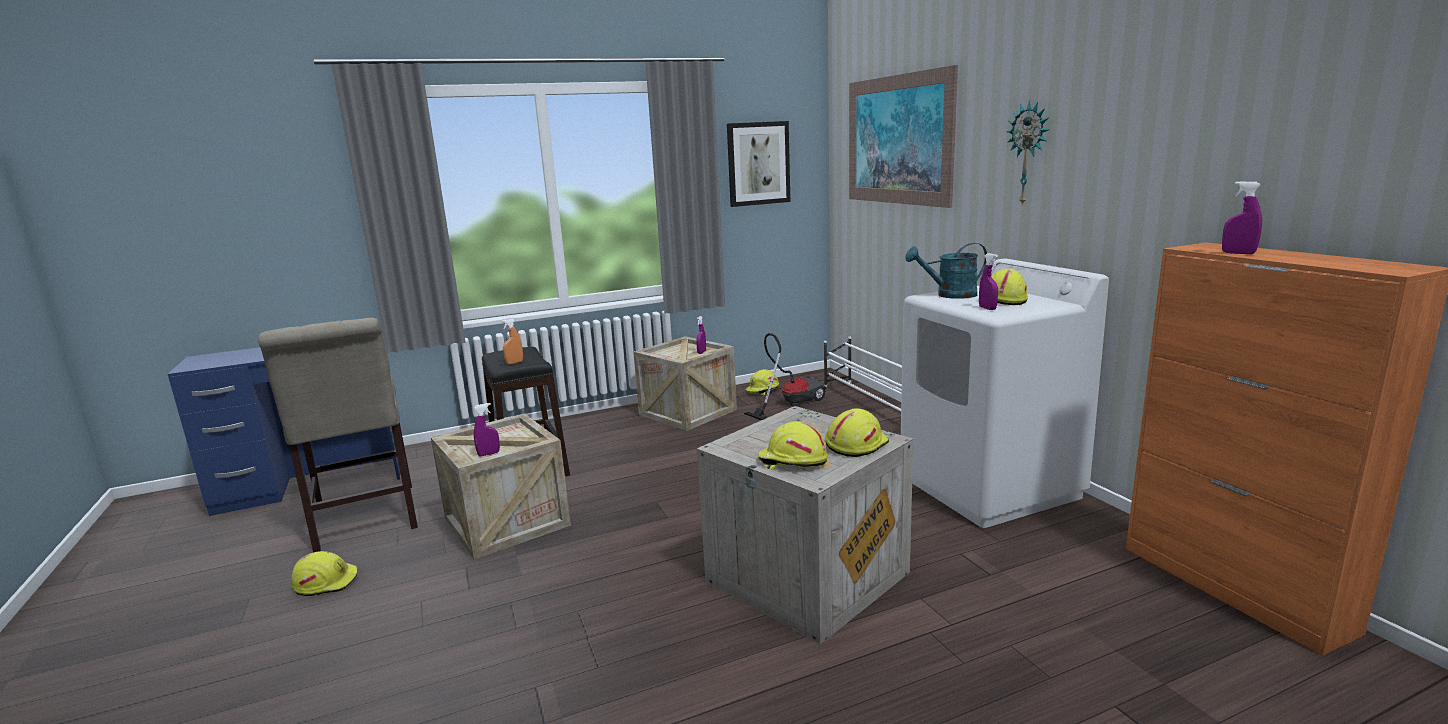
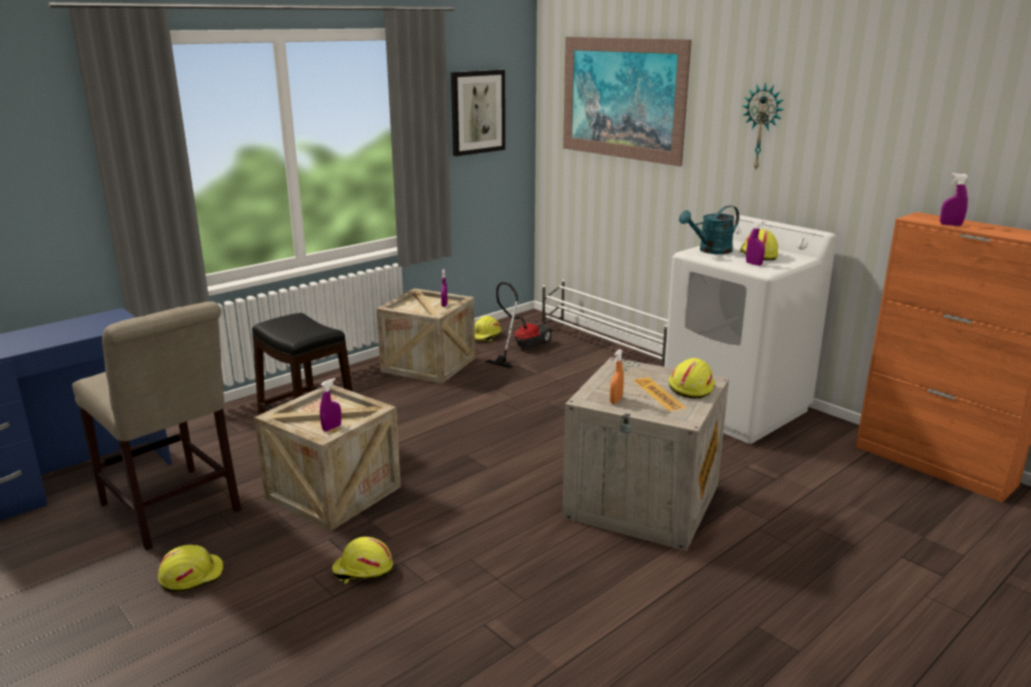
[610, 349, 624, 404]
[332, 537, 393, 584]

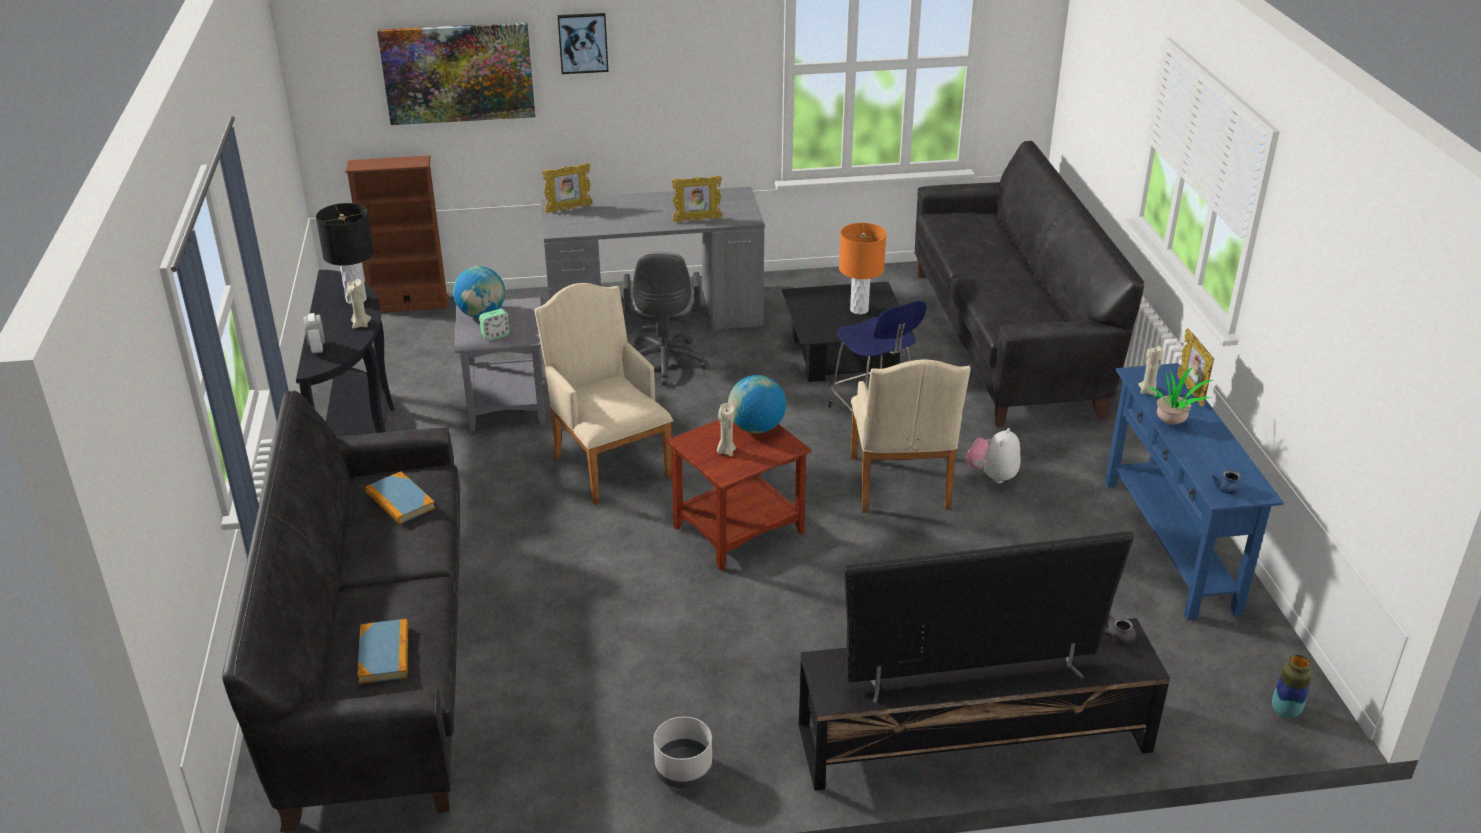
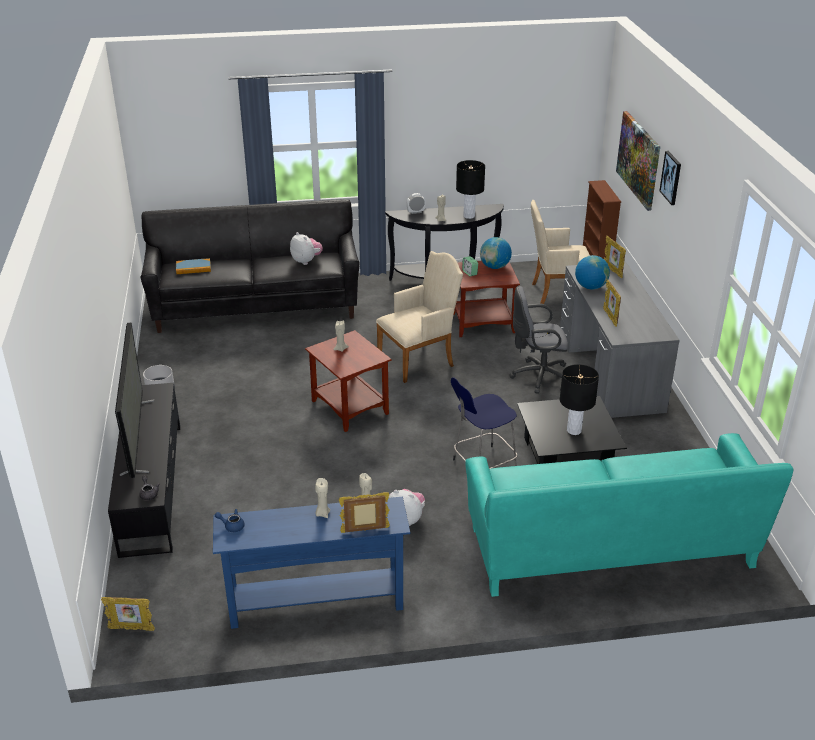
[465, 433, 794, 597]
[560, 364, 599, 435]
[454, 261, 520, 337]
[531, 200, 590, 304]
[315, 478, 330, 518]
[575, 255, 610, 290]
[290, 232, 323, 265]
[101, 597, 155, 631]

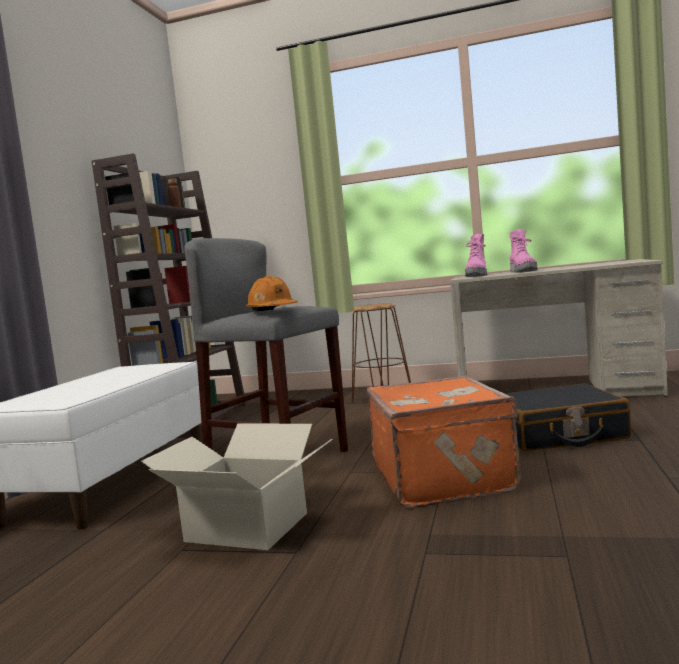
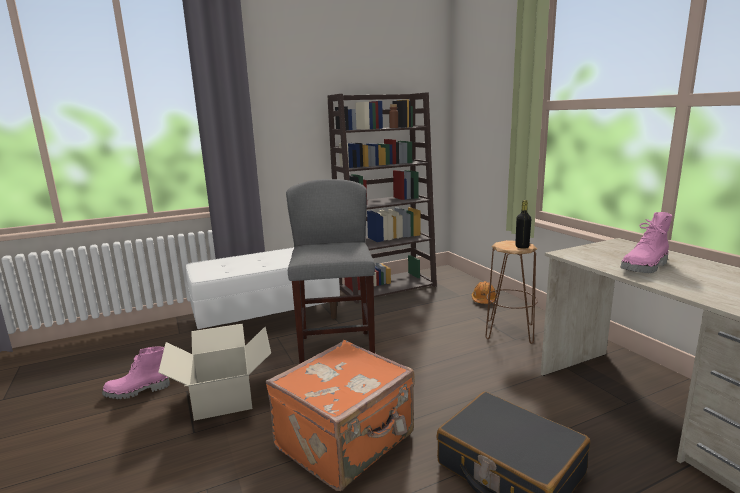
[102, 347, 170, 399]
[472, 281, 496, 304]
[515, 200, 531, 249]

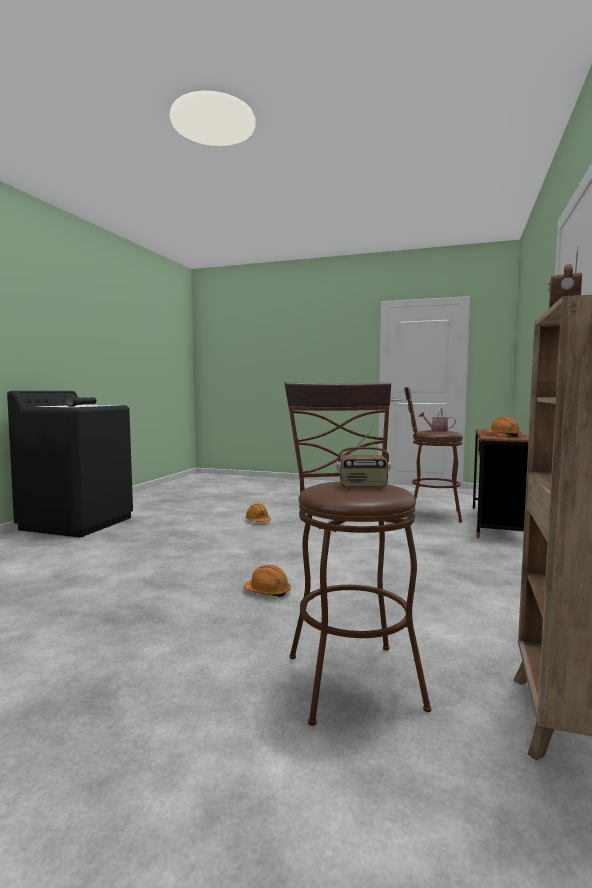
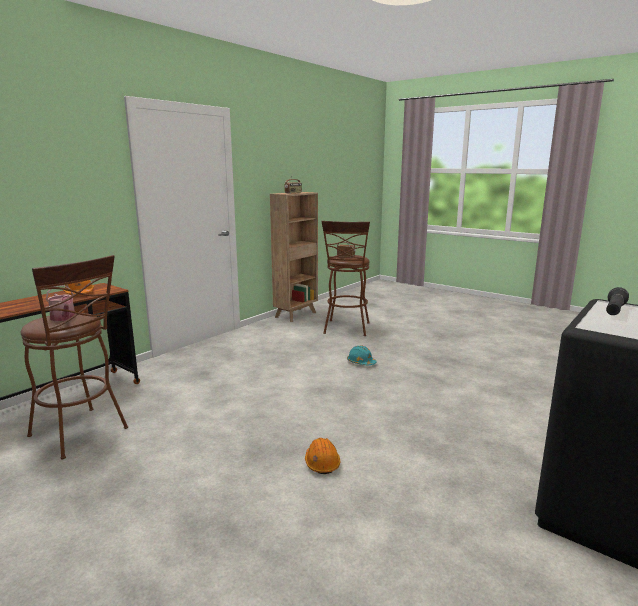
[347, 346, 377, 365]

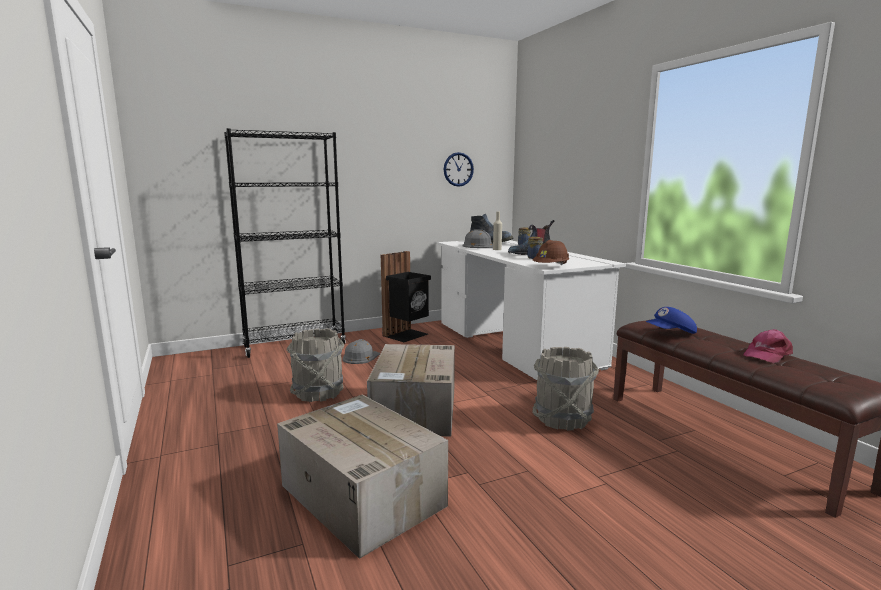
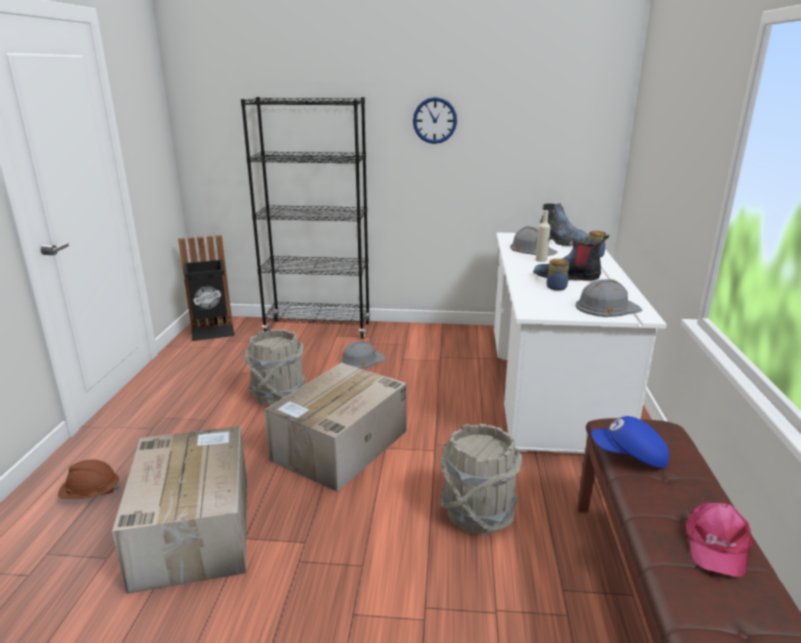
[413, 97, 457, 144]
[58, 460, 121, 499]
[178, 235, 235, 341]
[685, 503, 753, 577]
[575, 279, 642, 317]

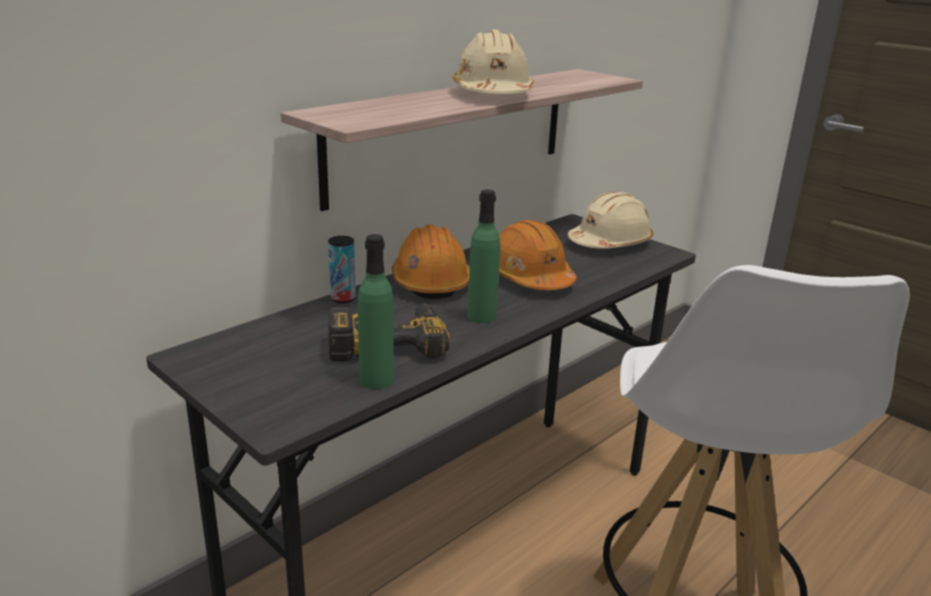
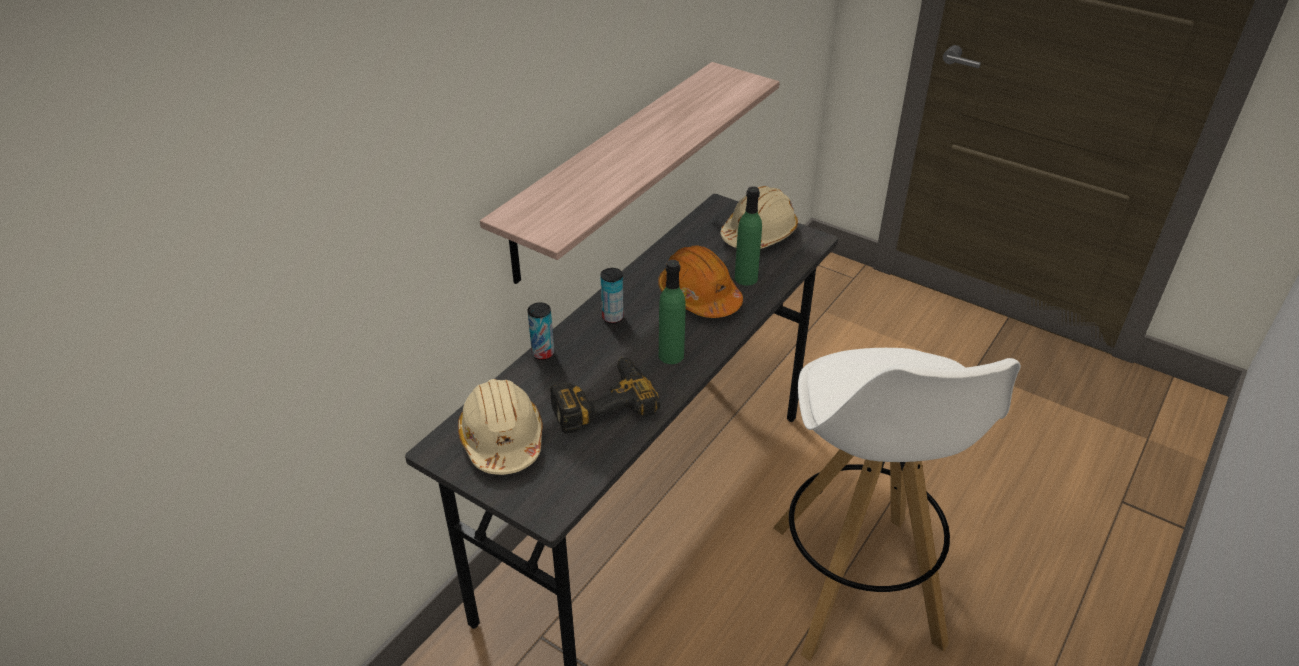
[458, 379, 542, 475]
[600, 268, 624, 324]
[735, 186, 762, 286]

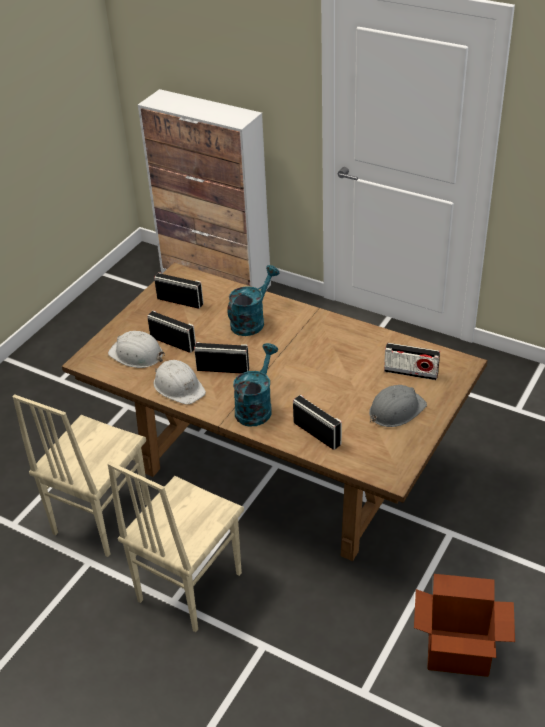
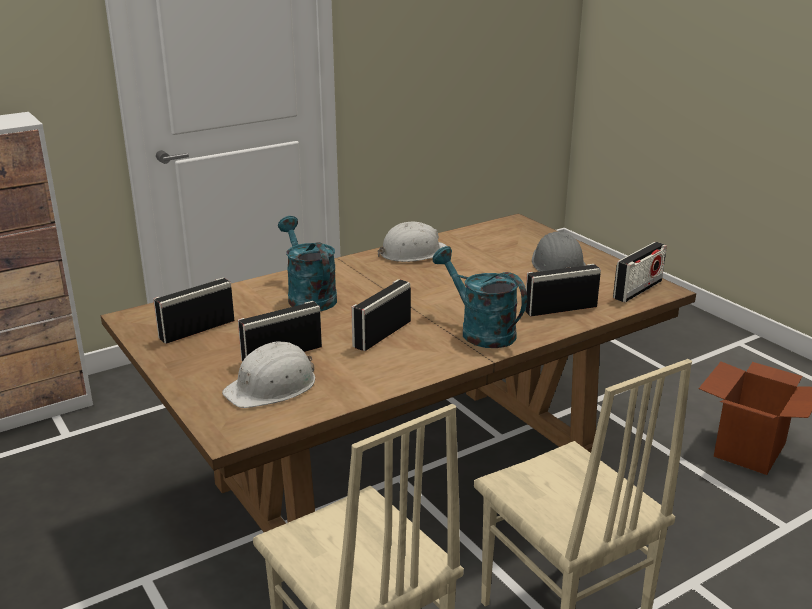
[613, 242, 667, 302]
[378, 222, 447, 262]

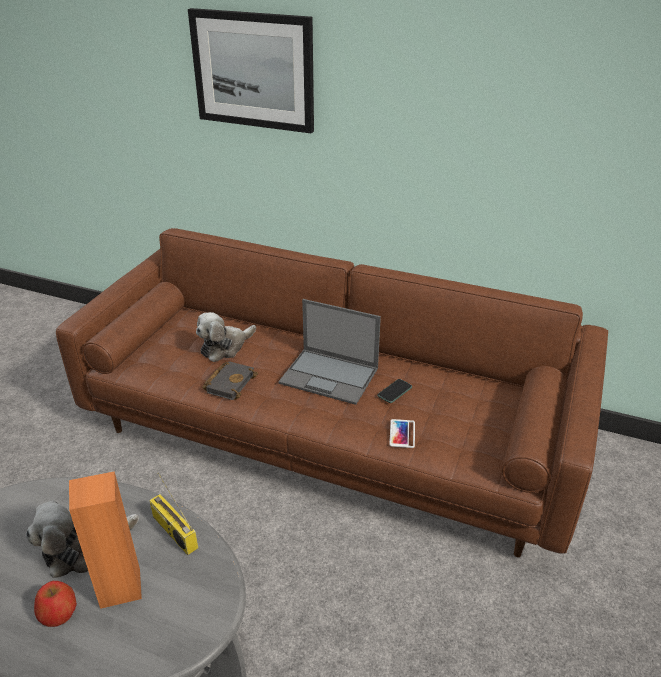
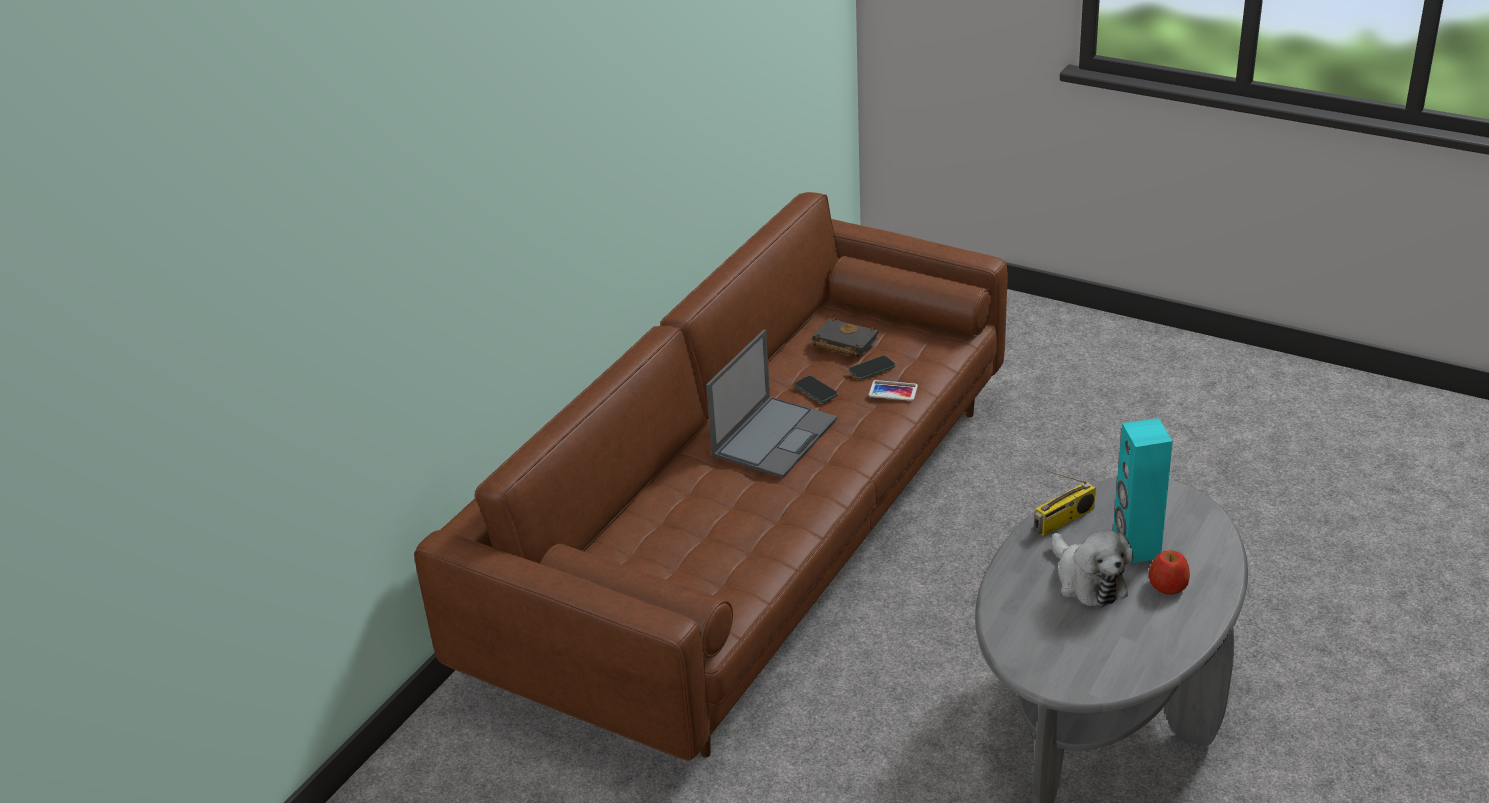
[188, 8, 314, 133] (first image)
[196, 312, 256, 362] (first image)
[812, 318, 879, 357]
[1113, 418, 1173, 563]
[848, 355, 896, 380]

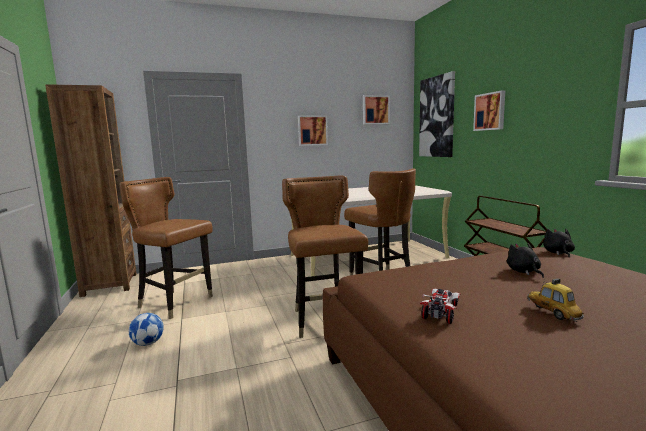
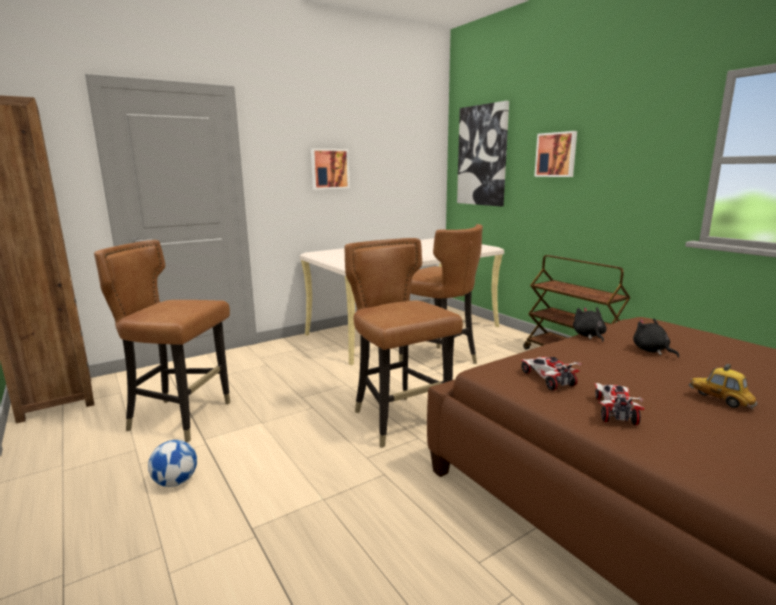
[363, 95, 390, 125] (first image)
[573, 307, 607, 342]
[521, 357, 582, 391]

